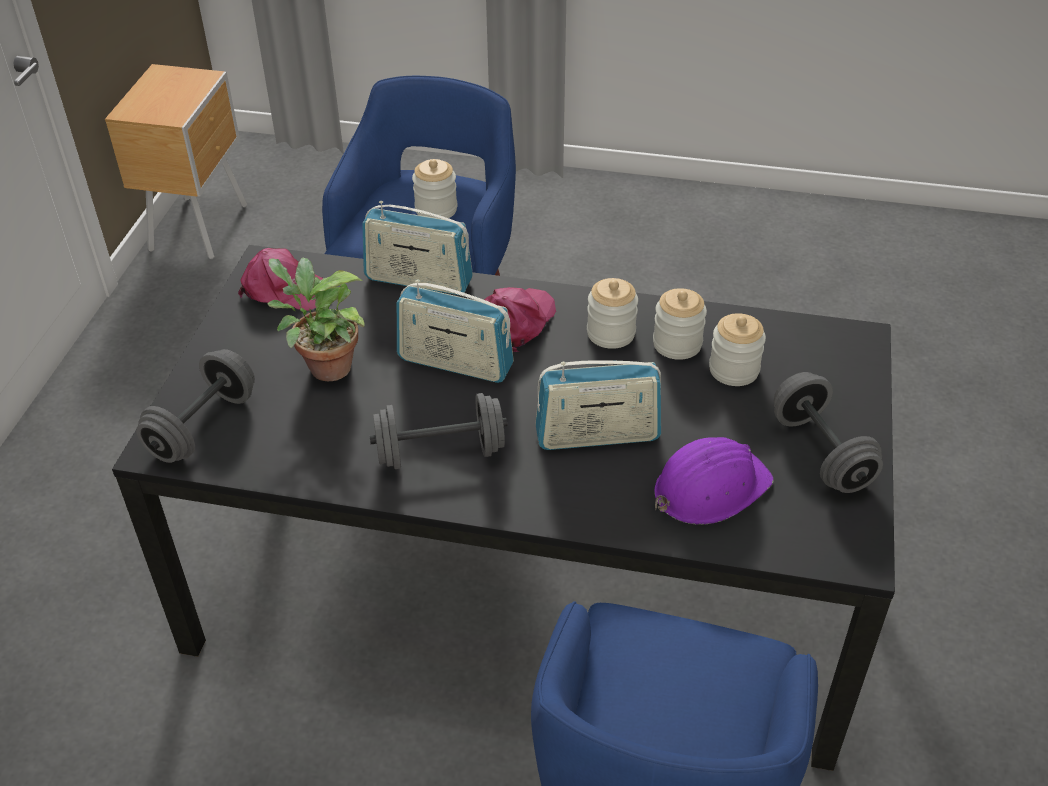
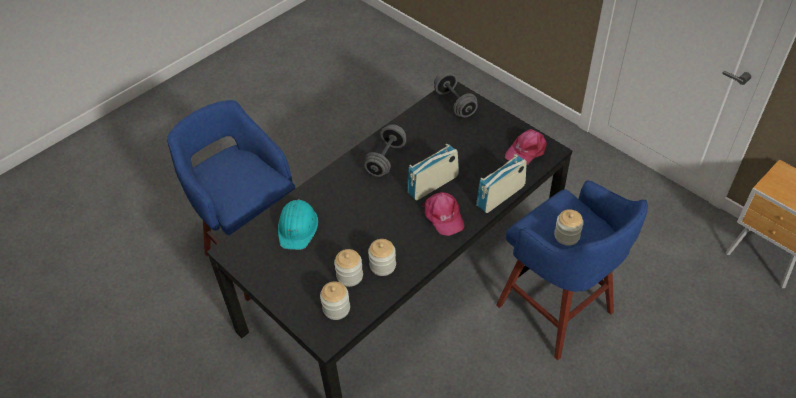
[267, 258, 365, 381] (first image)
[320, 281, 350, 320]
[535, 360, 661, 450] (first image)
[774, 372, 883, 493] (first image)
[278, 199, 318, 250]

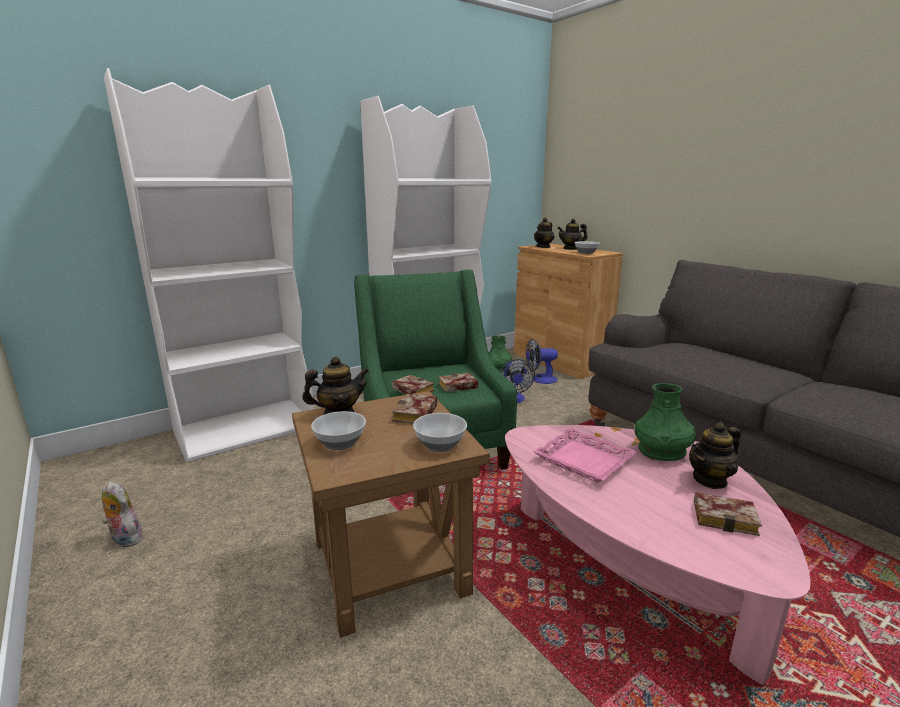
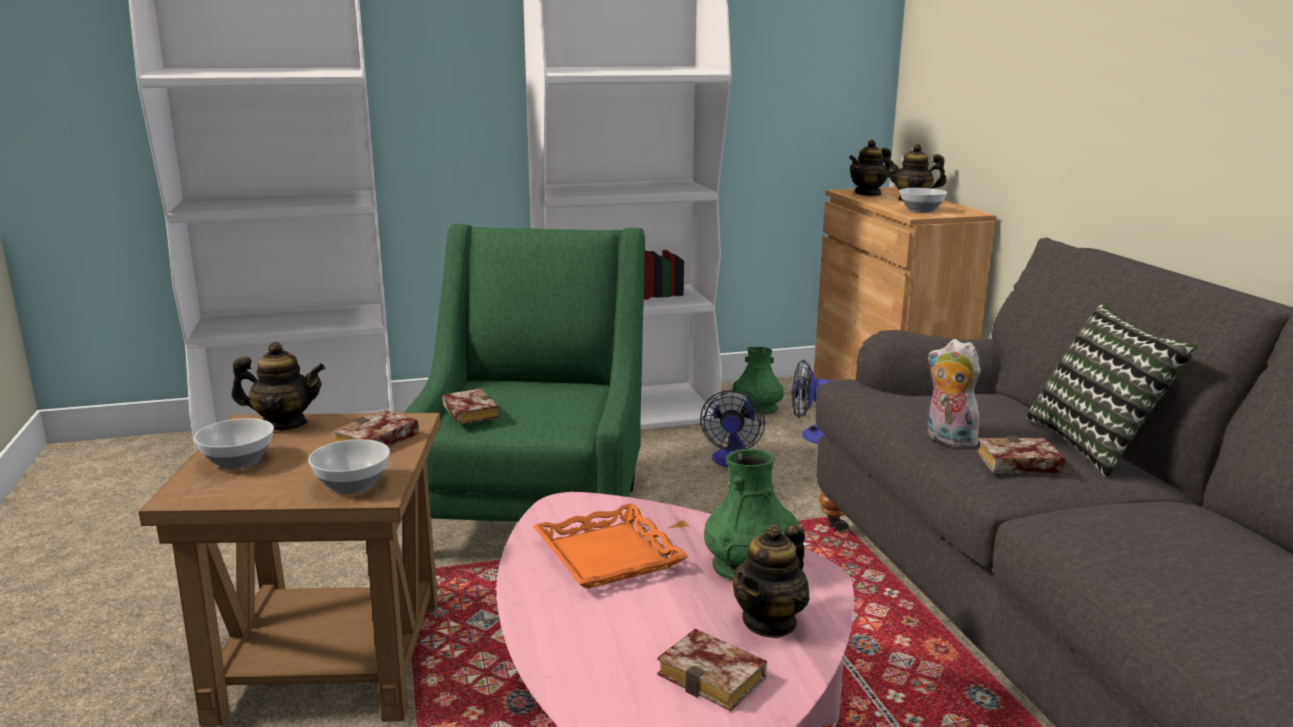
[977, 436, 1065, 473]
[733, 524, 810, 638]
[533, 503, 689, 589]
[928, 339, 981, 448]
[1026, 304, 1197, 477]

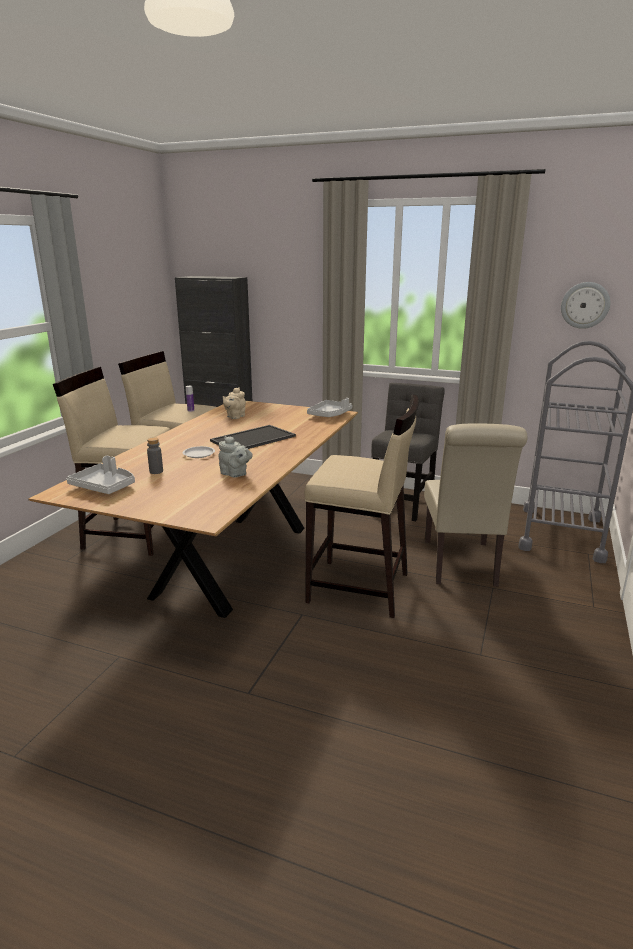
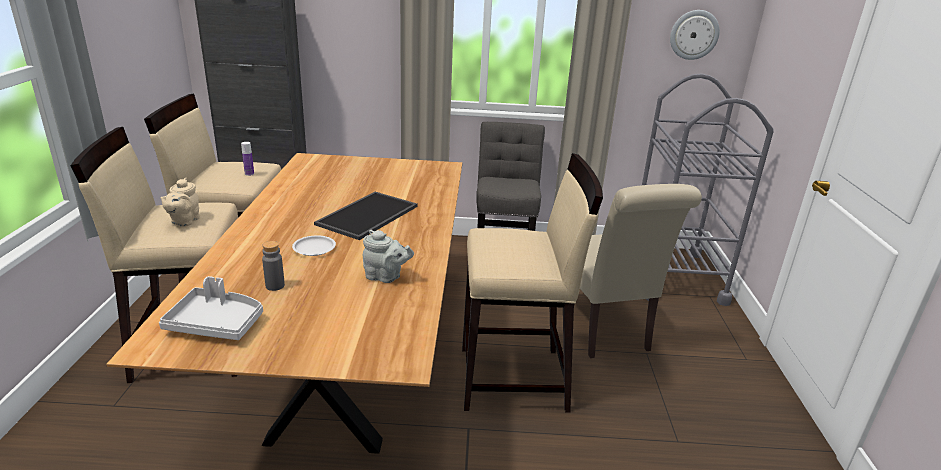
[161, 178, 200, 227]
[307, 398, 352, 417] (first image)

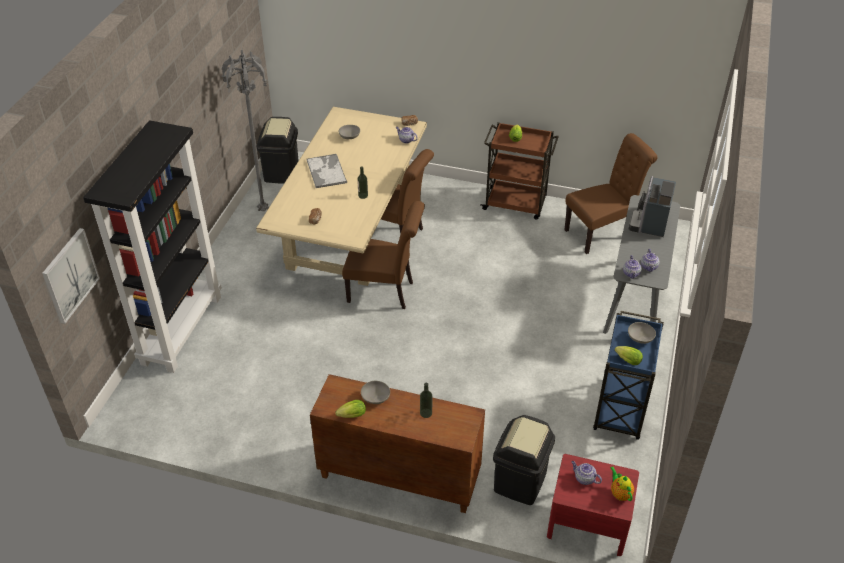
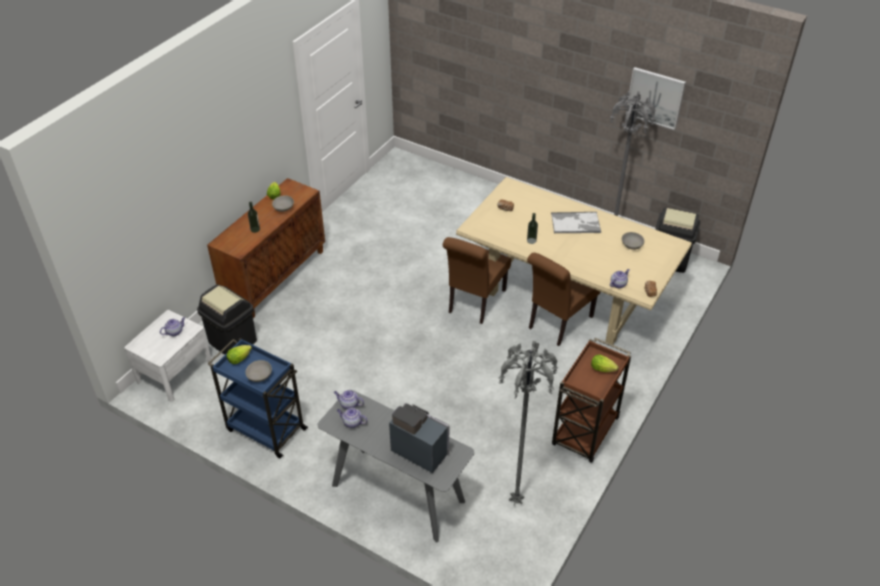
[83, 120, 222, 373] (first image)
[499, 341, 558, 506]
[626, 67, 686, 130]
[124, 310, 213, 401]
[610, 467, 634, 501] (first image)

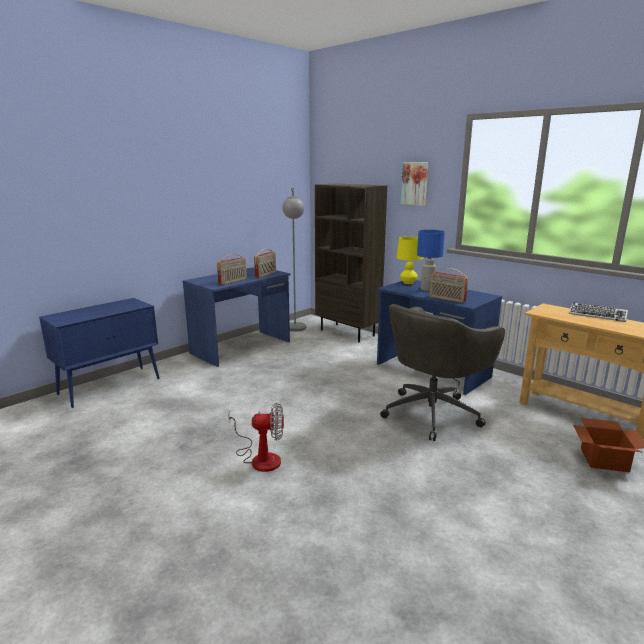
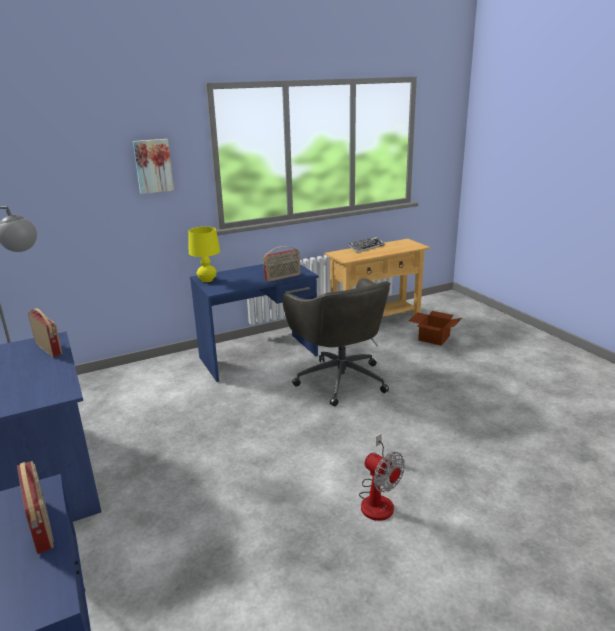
[315, 183, 387, 342] (first image)
[417, 230, 445, 291] (first image)
[17, 461, 54, 554]
[359, 434, 405, 521]

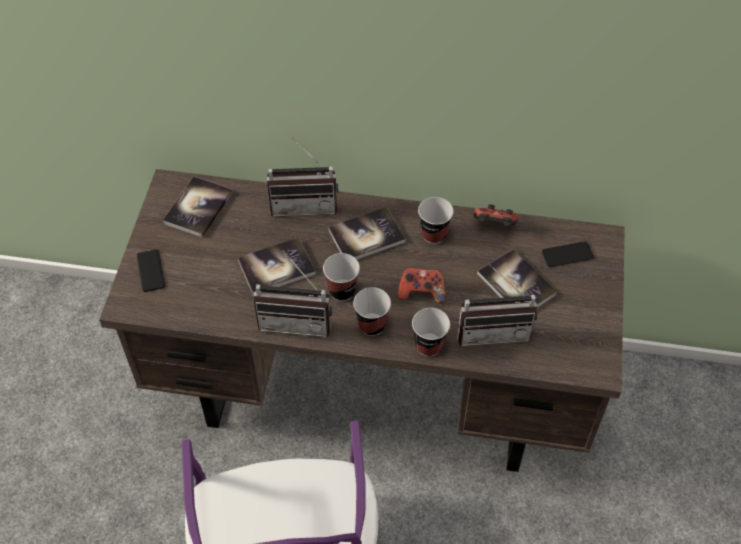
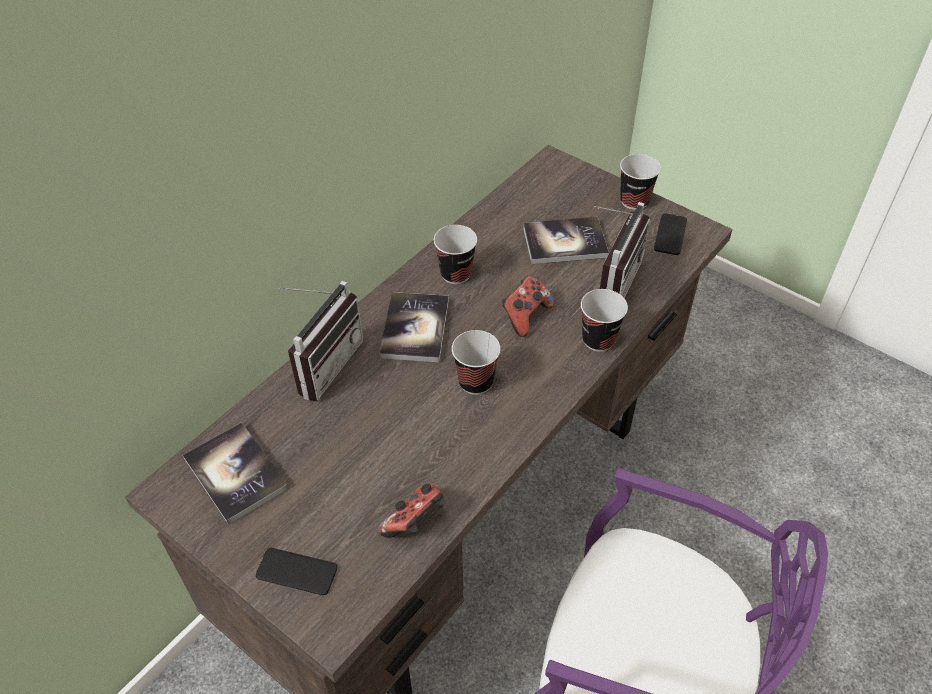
[378, 484, 445, 538]
[238, 238, 316, 296] (first image)
[654, 213, 687, 255]
[254, 254, 332, 337] (first image)
[620, 154, 661, 210]

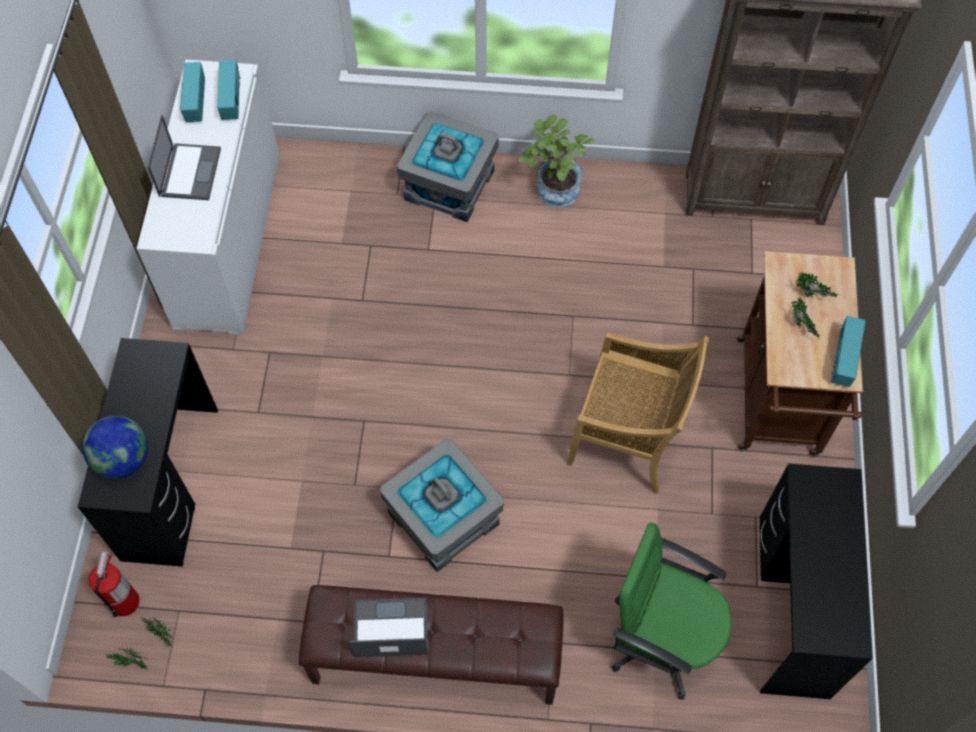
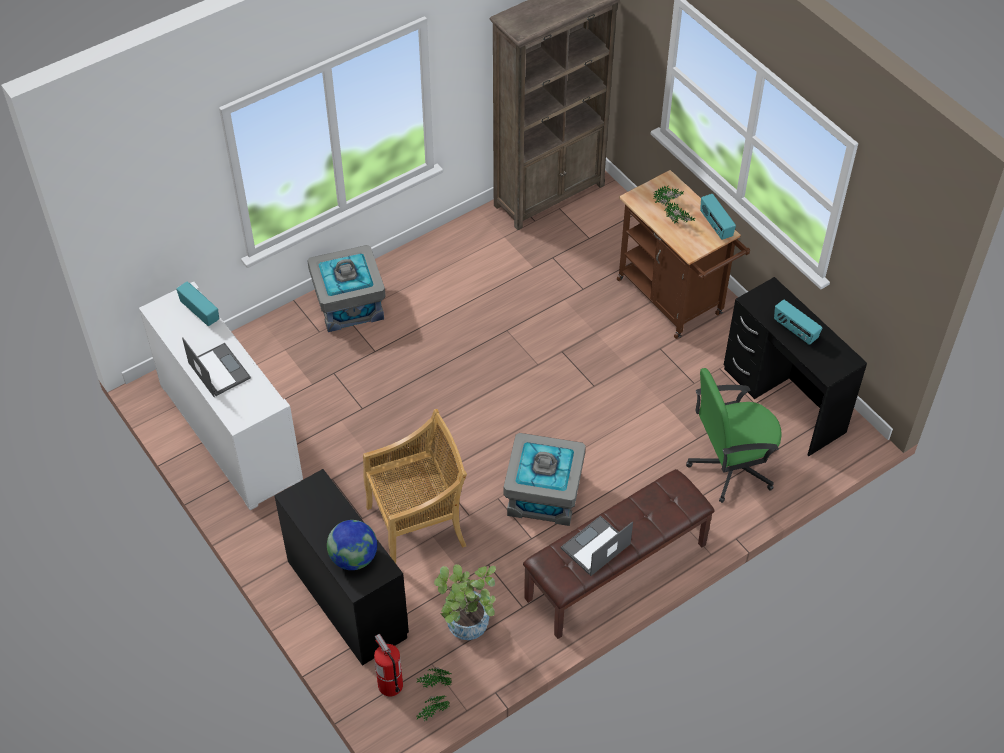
[774, 299, 822, 345]
[434, 564, 496, 640]
[363, 409, 467, 563]

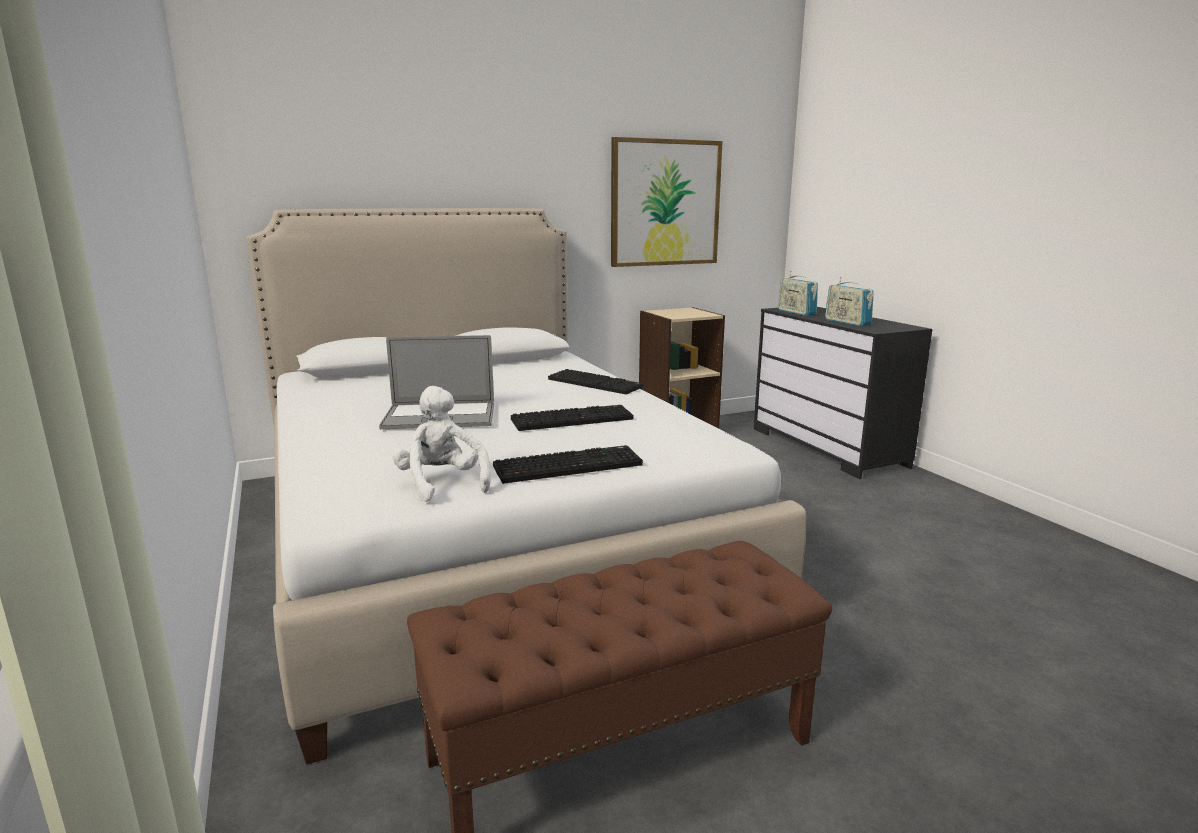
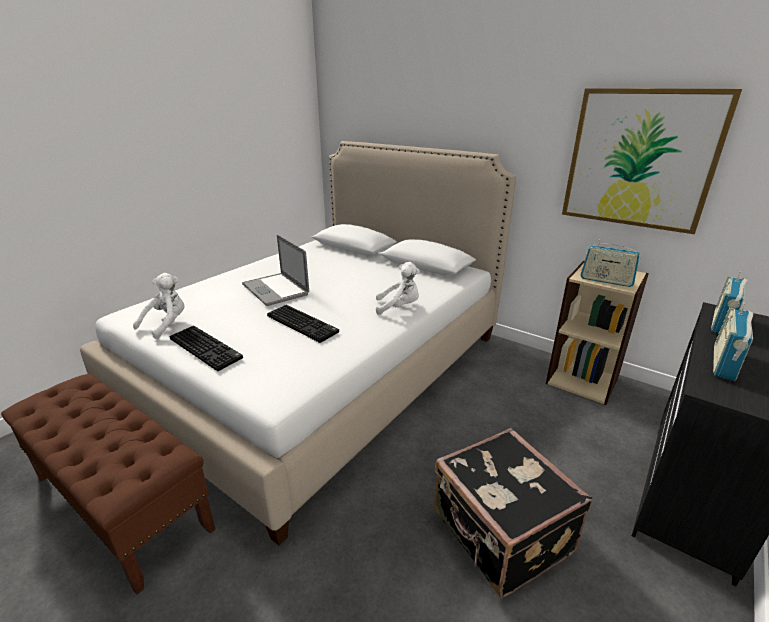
[376, 262, 420, 315]
[580, 239, 641, 287]
[434, 428, 592, 598]

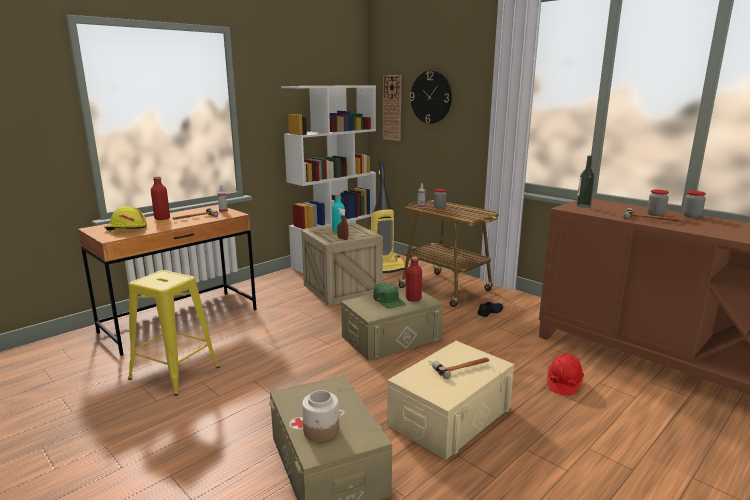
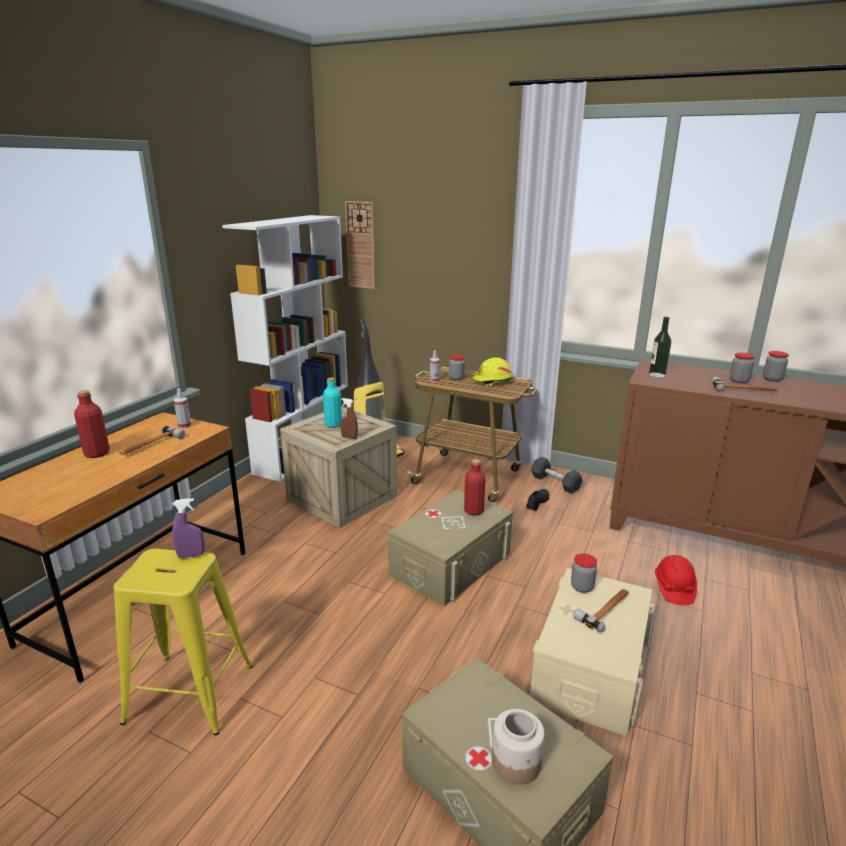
[410, 70, 452, 124] (first image)
[472, 357, 512, 386]
[373, 282, 406, 308] (first image)
[531, 457, 583, 494]
[172, 498, 205, 558]
[571, 553, 597, 593]

